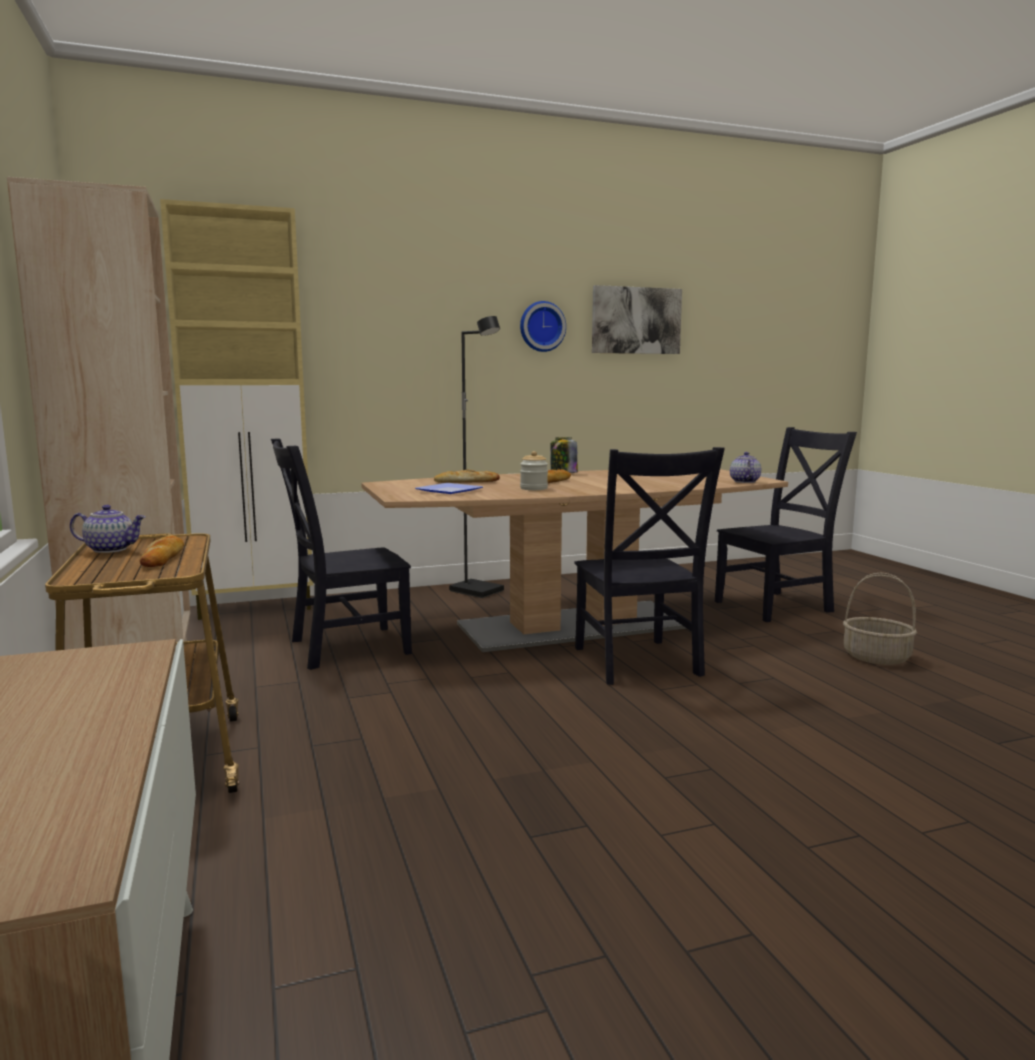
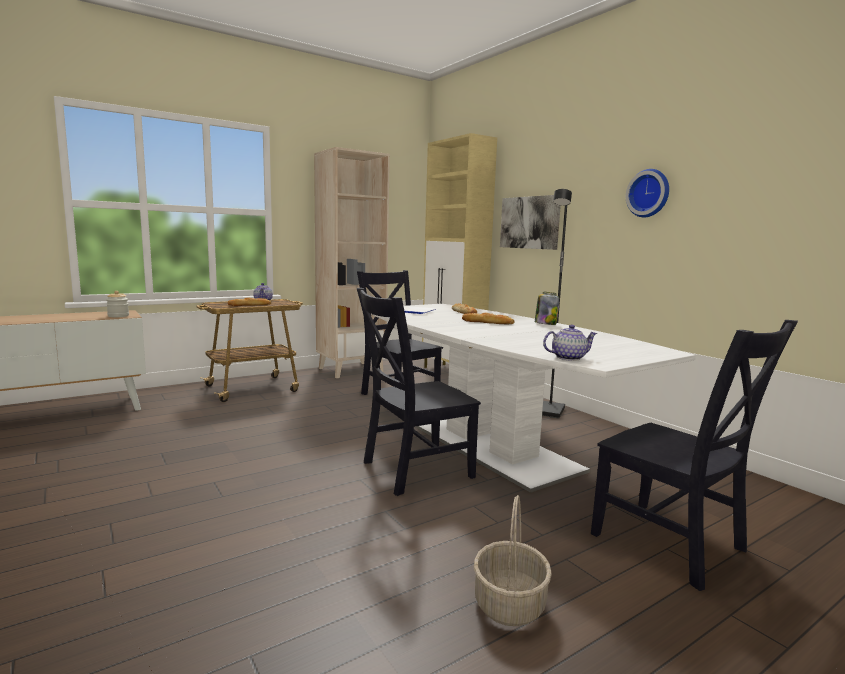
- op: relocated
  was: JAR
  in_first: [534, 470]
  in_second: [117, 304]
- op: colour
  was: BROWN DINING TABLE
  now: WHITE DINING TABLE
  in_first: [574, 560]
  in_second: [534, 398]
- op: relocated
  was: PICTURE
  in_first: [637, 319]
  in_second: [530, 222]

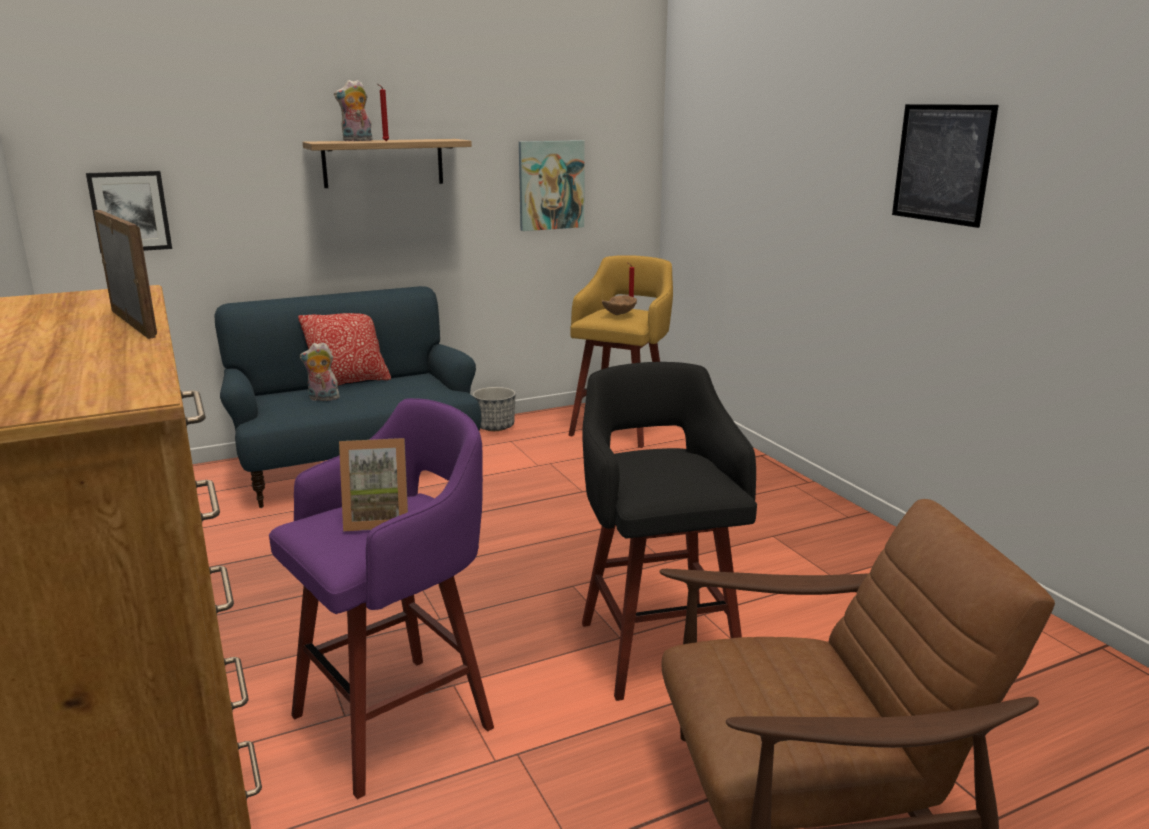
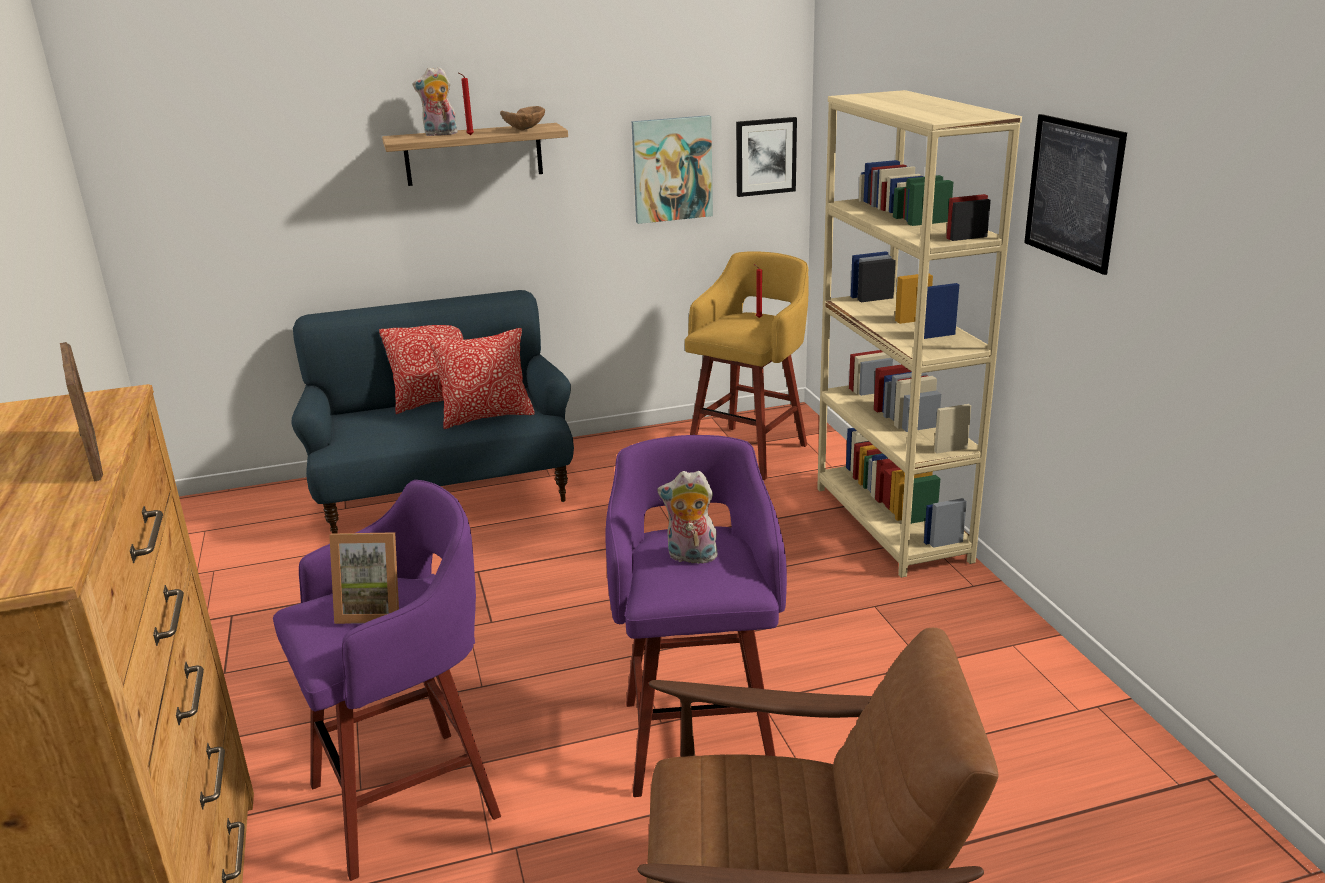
- op: appeared
  now: PILLOW
  in_second: [482, 378]
- op: relocated
  was: BROWN BOWL
  in_first: [619, 305]
  in_second: [522, 118]
- op: colour
  was: BLACK STOOL
  now: PURPLE STOOL
  in_first: [669, 531]
  in_second: [696, 616]
- op: relocated
  was: PLUSH TOY
  in_first: [320, 371]
  in_second: [687, 517]
- op: relocated
  was: PICTURE
  in_first: [129, 212]
  in_second: [766, 157]
- op: appeared
  now: BEIGE BOOKCASE
  in_second: [919, 334]
- op: missing
  was: PLANTER
  in_first: [494, 409]

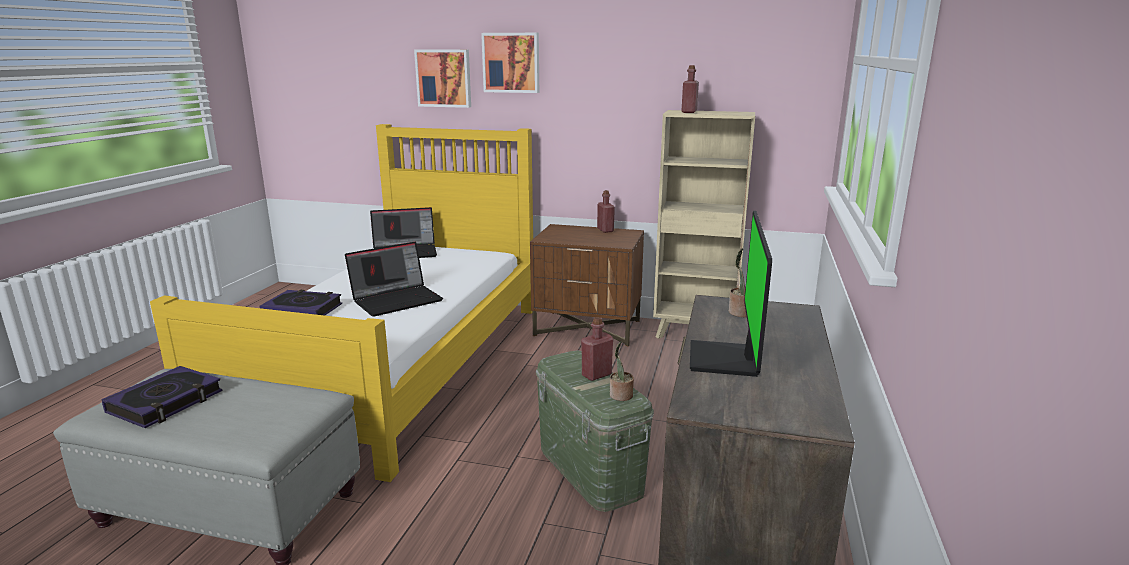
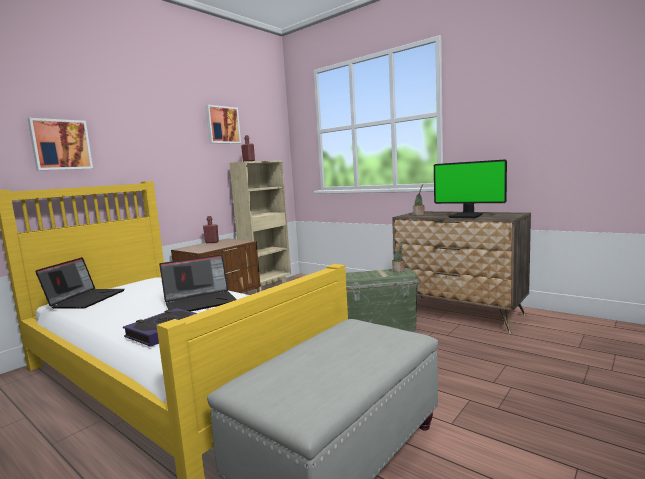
- op: spun
  was: LAPTOP
  in_first: [394, 279]
  in_second: [198, 283]
  clockwise: 75
- op: relocated
  was: PICTURE
  in_first: [510, 63]
  in_second: [223, 124]
- op: missing
  was: BOOK
  in_first: [162, 397]
- op: missing
  was: RED BOTTLE
  in_first: [597, 349]

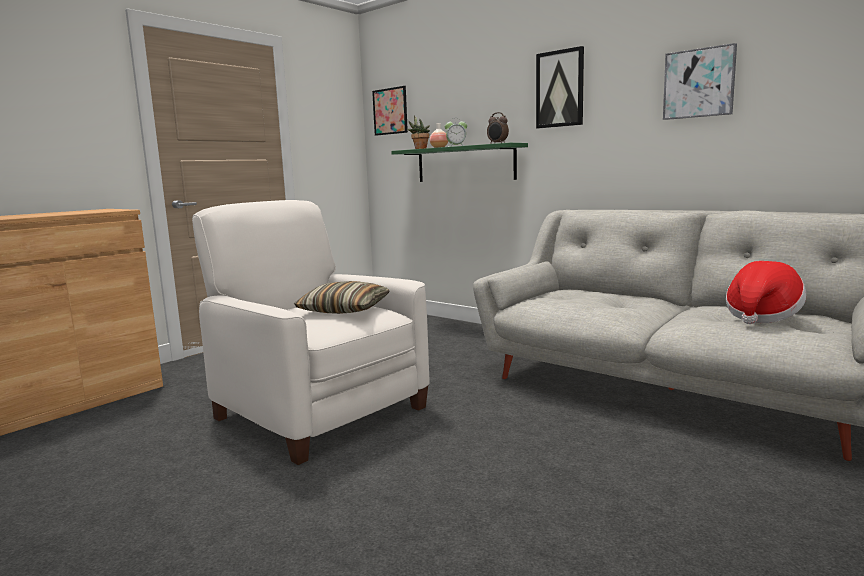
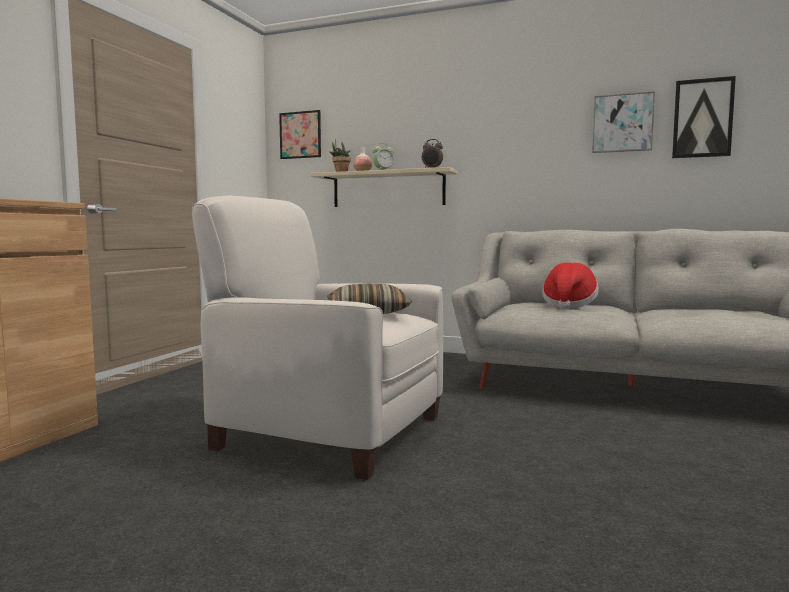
- op: colour
  was: GREEN SHELF
  now: BEIGE SHELF
  in_first: [459, 162]
  in_second: [384, 187]
- op: relocated
  was: HAT
  in_first: [766, 292]
  in_second: [570, 286]
- op: relocated
  was: PICTURE
  in_first: [560, 87]
  in_second: [704, 117]

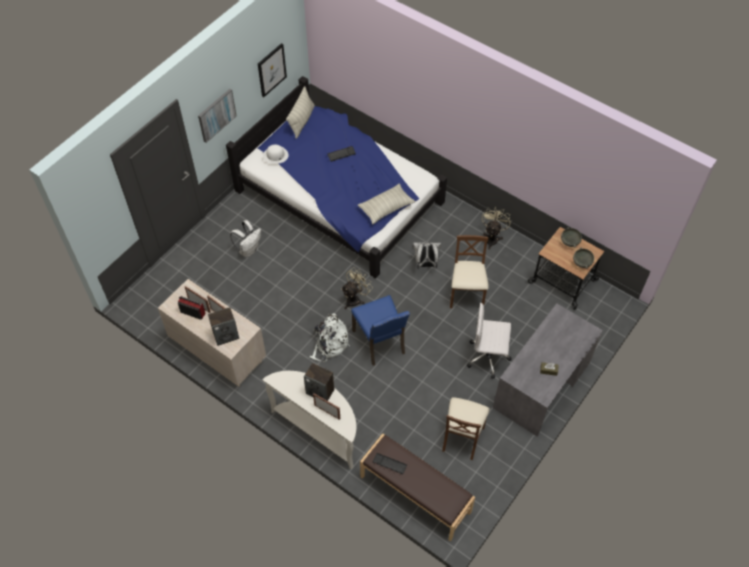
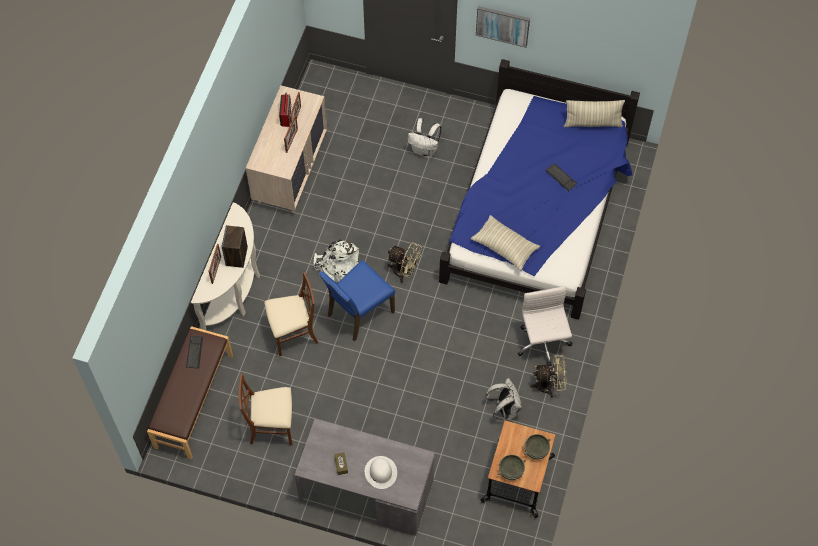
- op: relocated
  was: BROWN CHAIR
  in_first: [469, 271]
  in_second: [291, 314]
- op: relocated
  was: WHITE HAT
  in_first: [276, 154]
  in_second: [381, 472]
- op: relocated
  was: WHITE BACKPACK
  in_first: [427, 255]
  in_second: [503, 399]
- op: relocated
  was: WHITE OFFICE CHAIR
  in_first: [489, 341]
  in_second: [545, 326]
- op: missing
  was: SPEAKER
  in_first: [223, 326]
- op: missing
  was: PICTURE
  in_first: [272, 70]

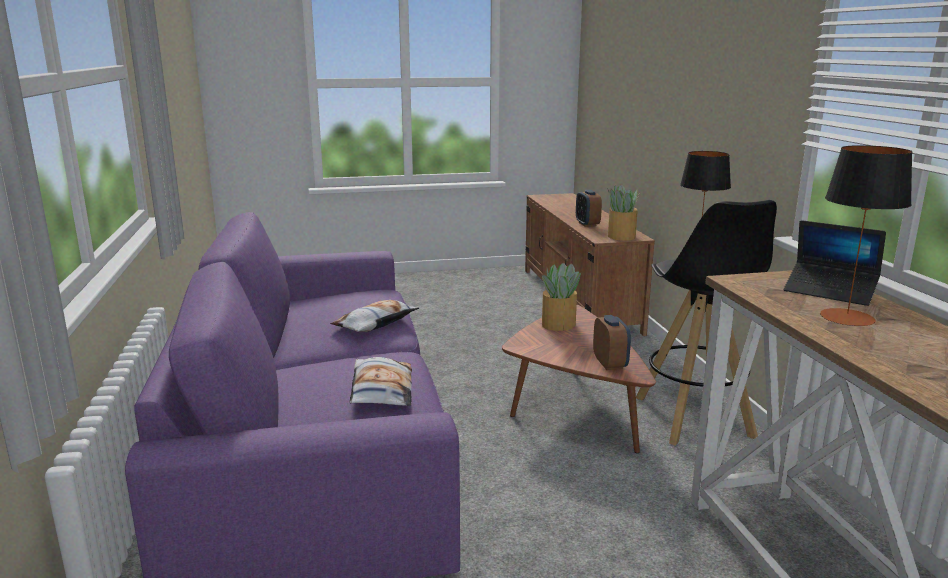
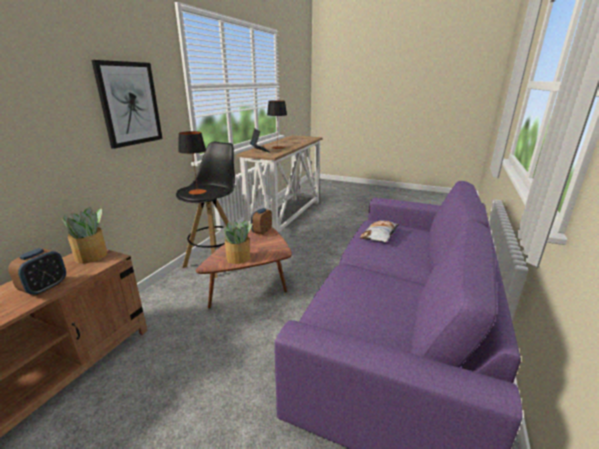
- op: appeared
  now: PICTURE
  in_second: [127, 104]
- op: missing
  was: PILLOW
  in_first: [374, 316]

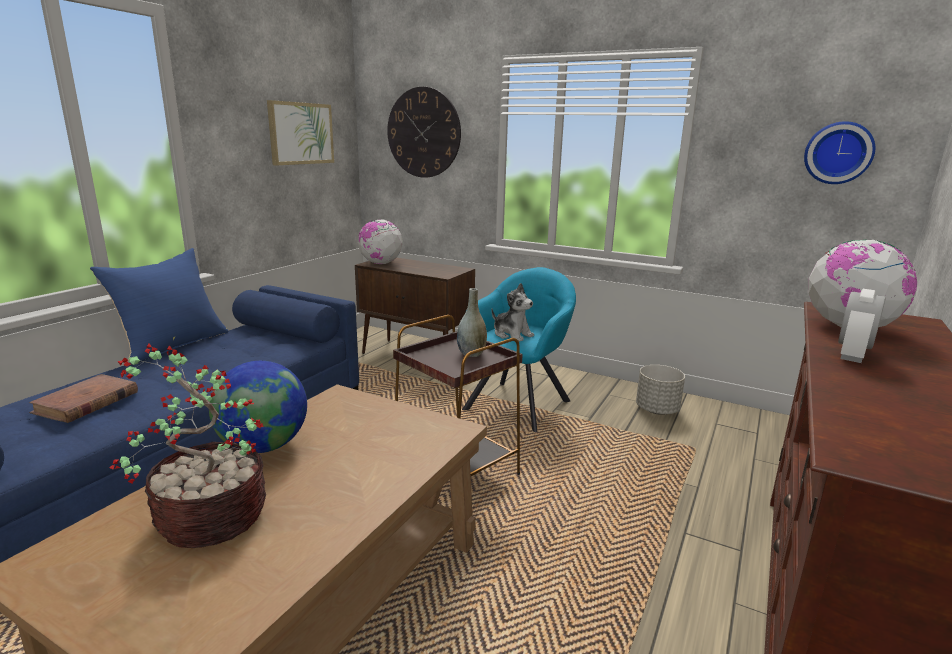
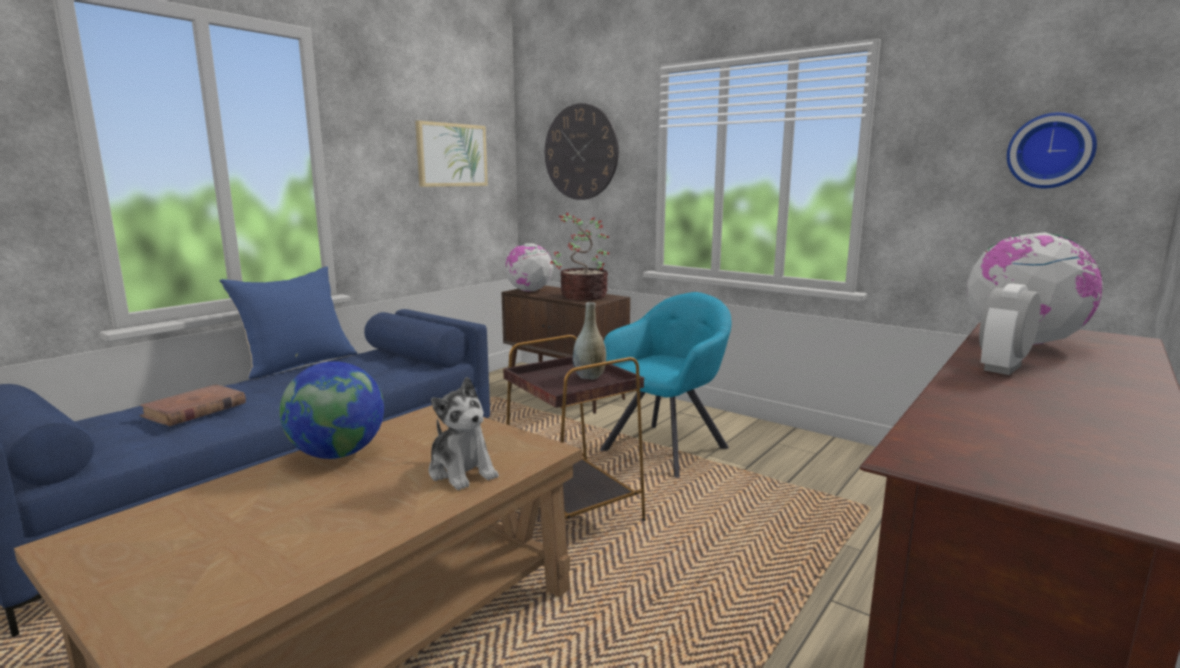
- op: relocated
  was: PLUSH TOY
  in_first: [513, 312]
  in_second: [464, 433]
- op: relocated
  was: POTTED PLANT
  in_first: [187, 446]
  in_second: [579, 256]
- op: missing
  was: GREY PLANTER
  in_first: [660, 390]

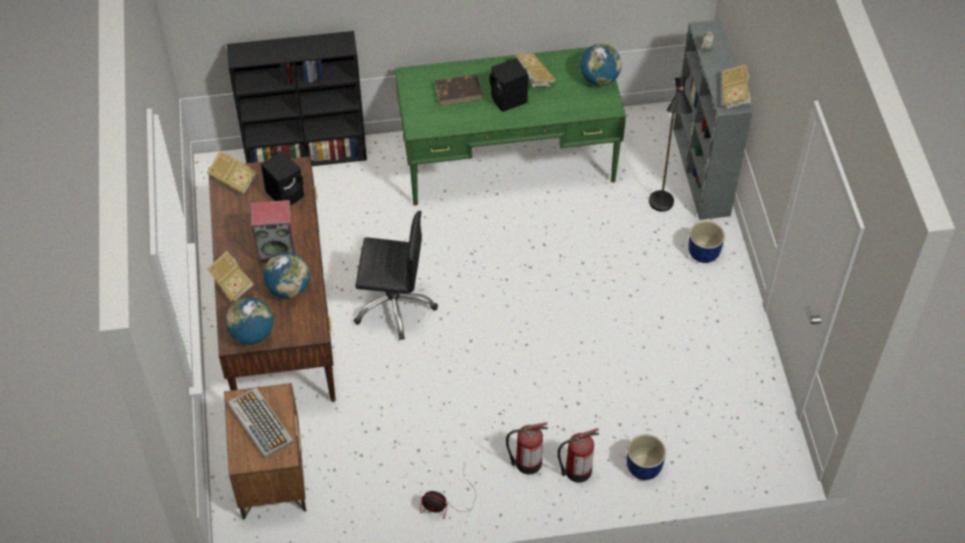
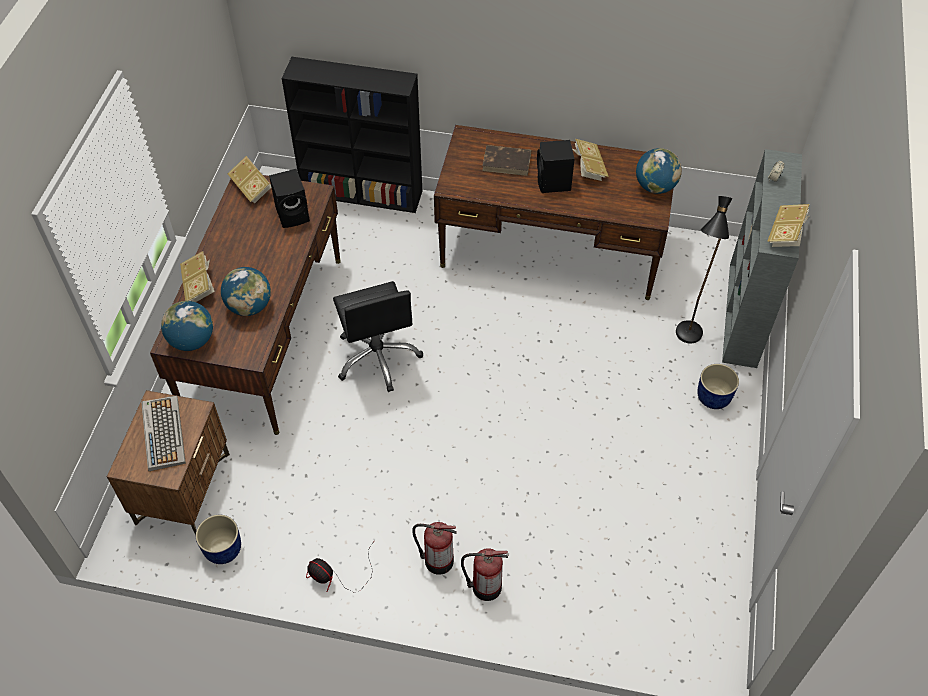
- op: relocated
  was: BLUE PLANTER
  in_first: [646, 457]
  in_second: [218, 539]
- op: spun
  was: BLACK OFFICE CHAIR
  in_first: [396, 275]
  in_second: [378, 336]
  clockwise: 45
- op: colour
  was: GREEN DESK
  now: BROWN DESK
  in_first: [510, 126]
  in_second: [556, 212]
- op: missing
  was: SPEAKER
  in_first: [273, 231]

